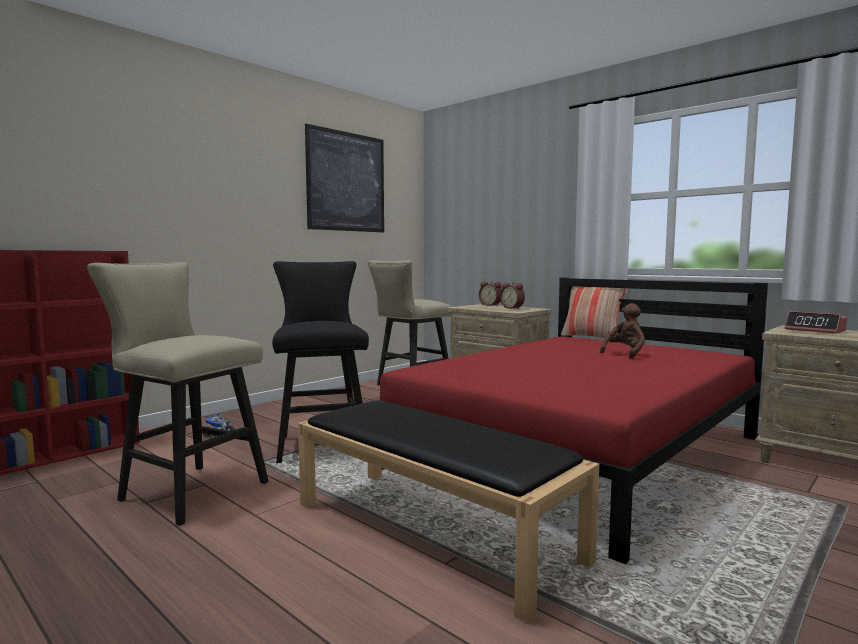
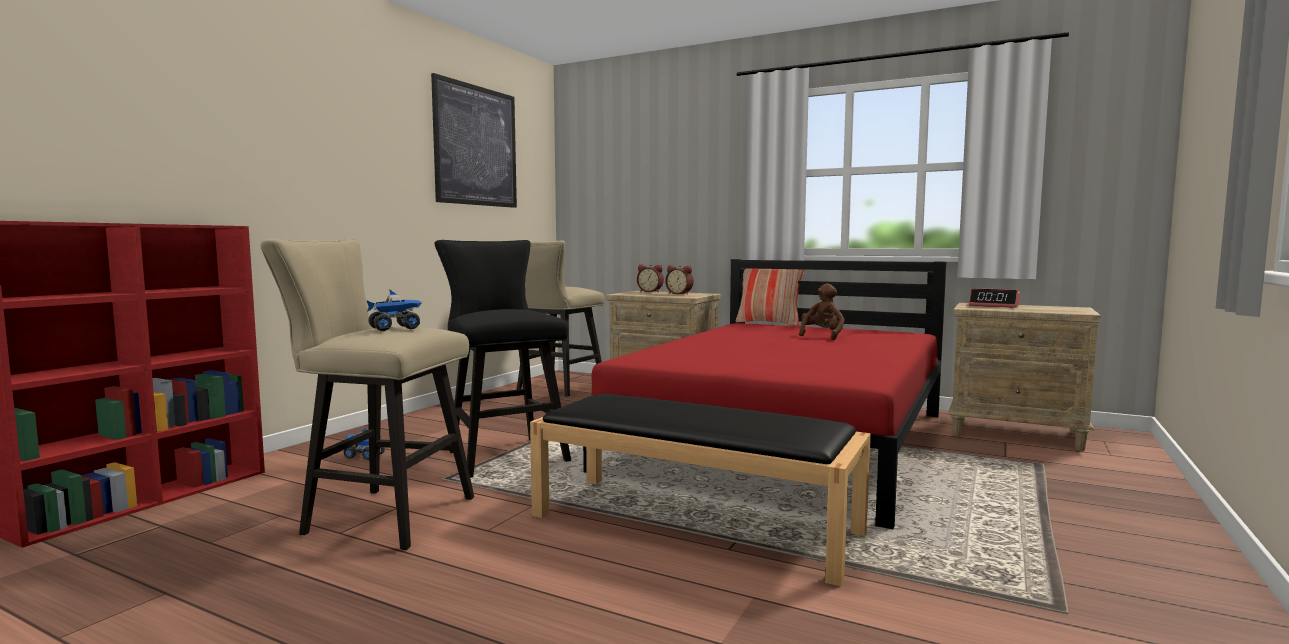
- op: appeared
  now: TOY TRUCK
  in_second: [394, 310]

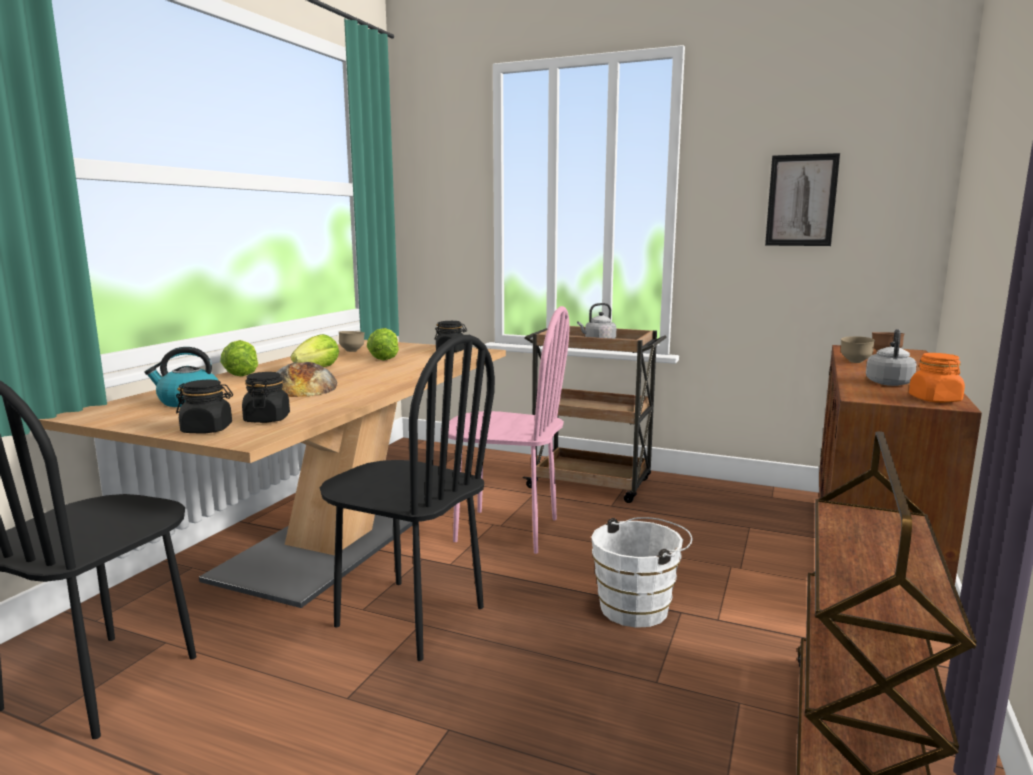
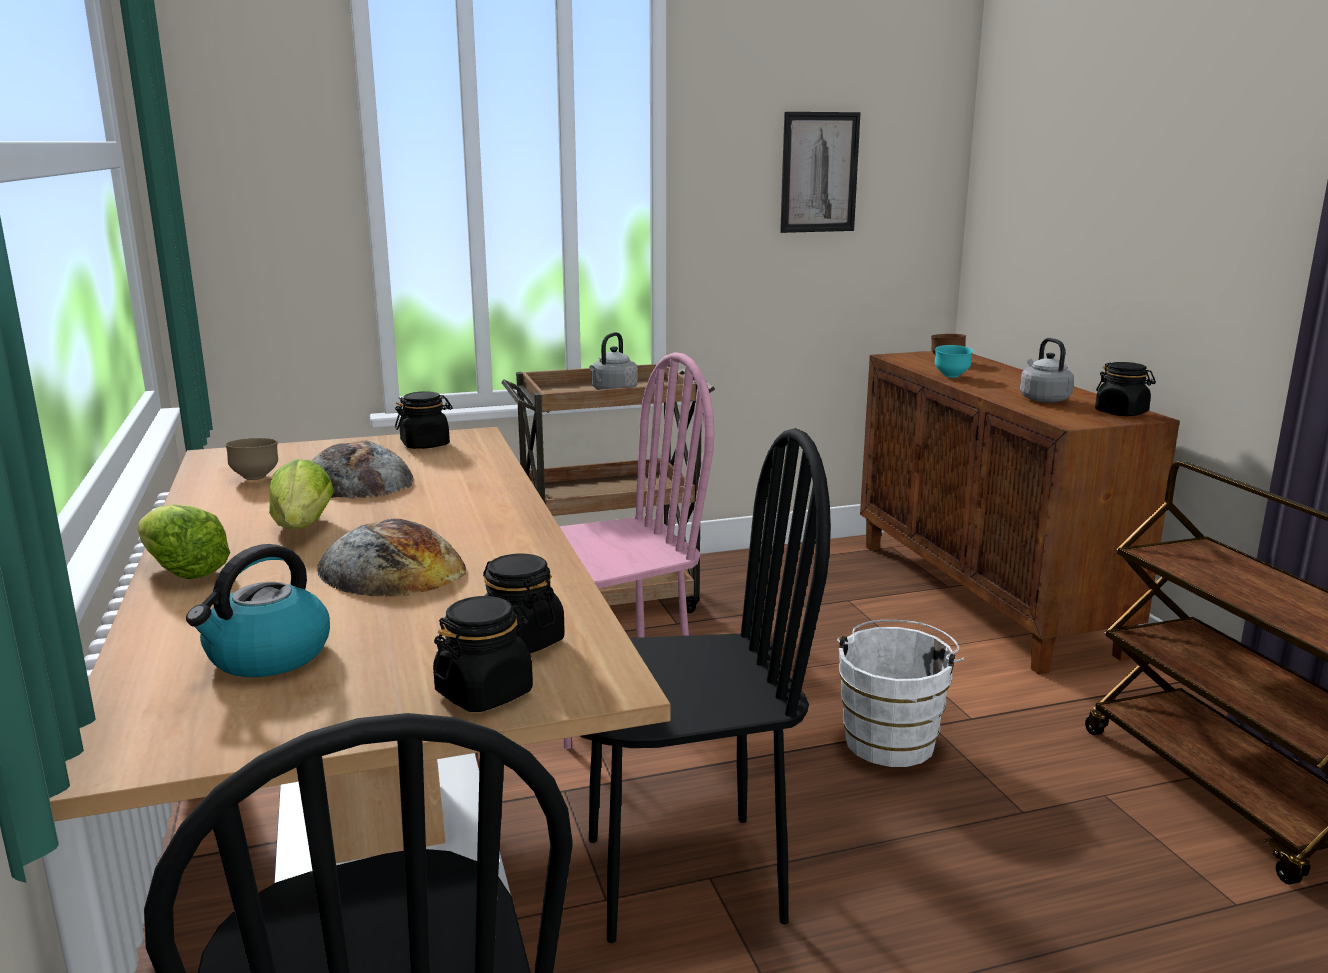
- op: exchanged
  was: LETTUCE
  now: BREAD
  in_first: [383, 344]
  in_second: [363, 470]
- op: colour
  was: BROWN BOWL
  now: TURQUOISE BOWL
  in_first: [858, 349]
  in_second: [954, 361]
- op: colour
  was: ORANGE JAR
  now: BLACK JAR
  in_first: [937, 378]
  in_second: [1125, 389]

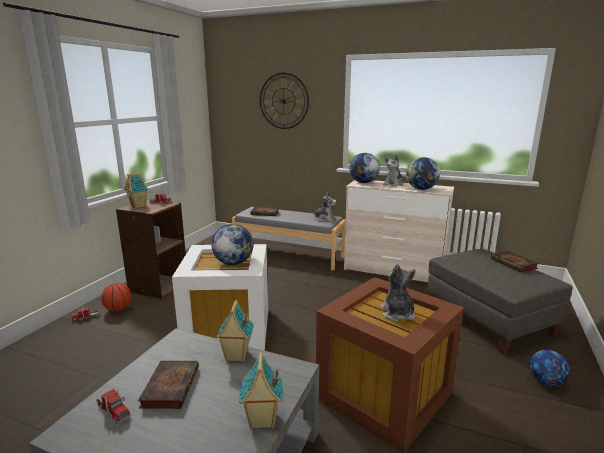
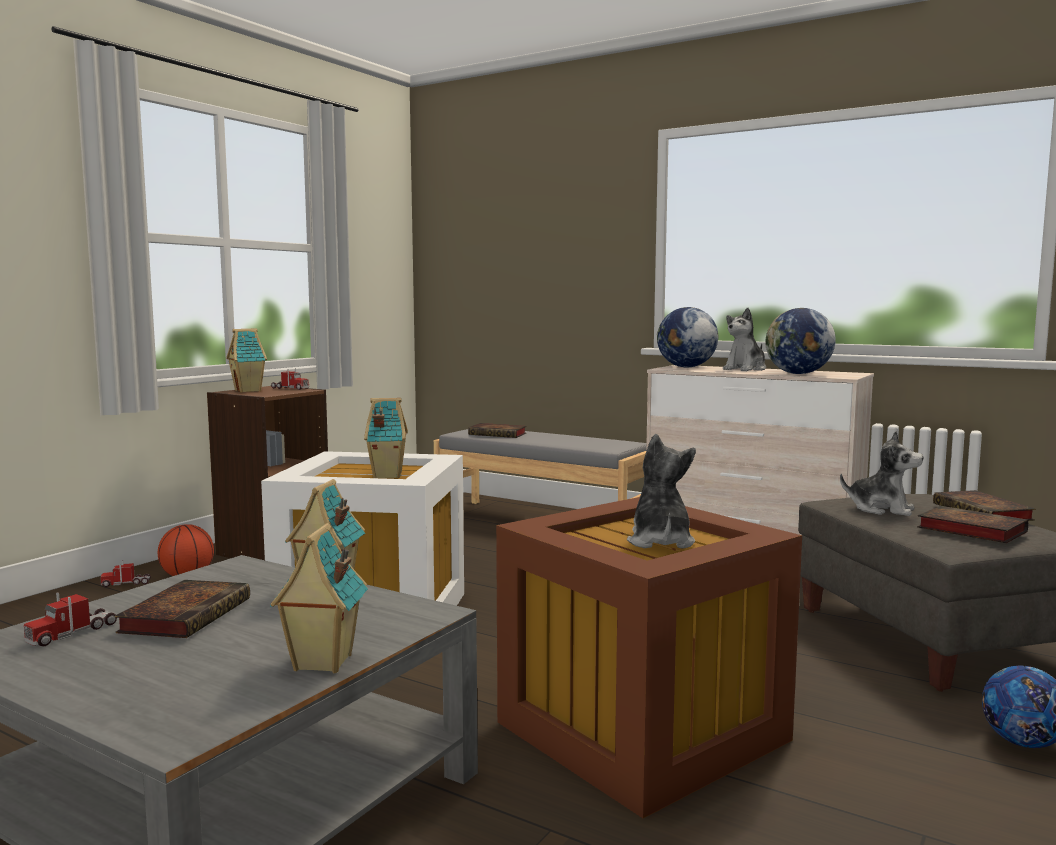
- op: spun
  was: TOY TRUCK
  in_first: [113, 406]
  in_second: [70, 619]
  clockwise: 75
- op: exchanged
  was: GLOBE
  now: TOY HOUSE
  in_first: [232, 244]
  in_second: [386, 438]
- op: relocated
  was: PLUSH TOY
  in_first: [324, 207]
  in_second: [881, 473]
- op: appeared
  now: BOOK
  in_second: [972, 524]
- op: missing
  was: WALL CLOCK
  in_first: [284, 100]

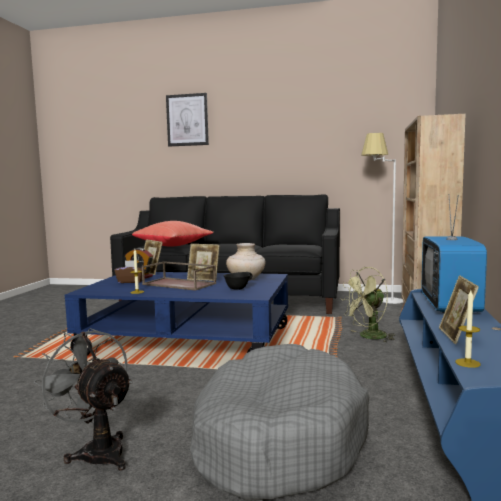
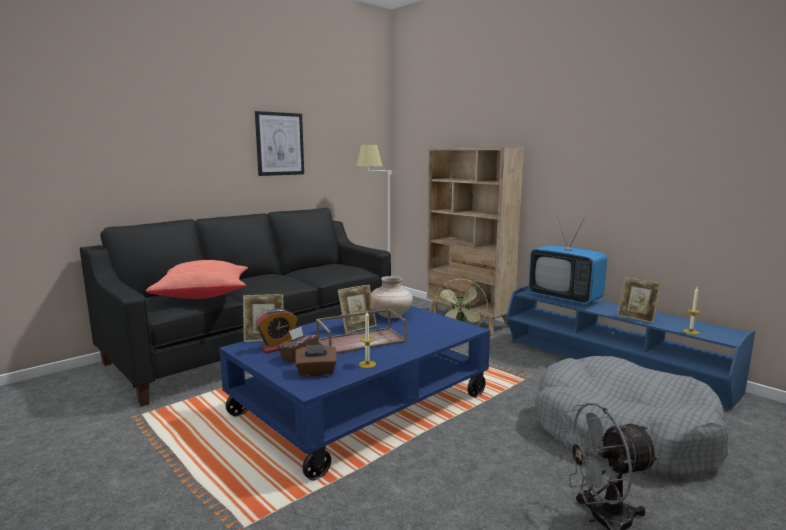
- op: relocated
  was: PICTURE
  in_first: [187, 120]
  in_second: [279, 143]
- op: appeared
  now: BROWN TISSUE BOX
  in_second: [315, 361]
- op: missing
  was: BLACK BOWL
  in_first: [238, 281]

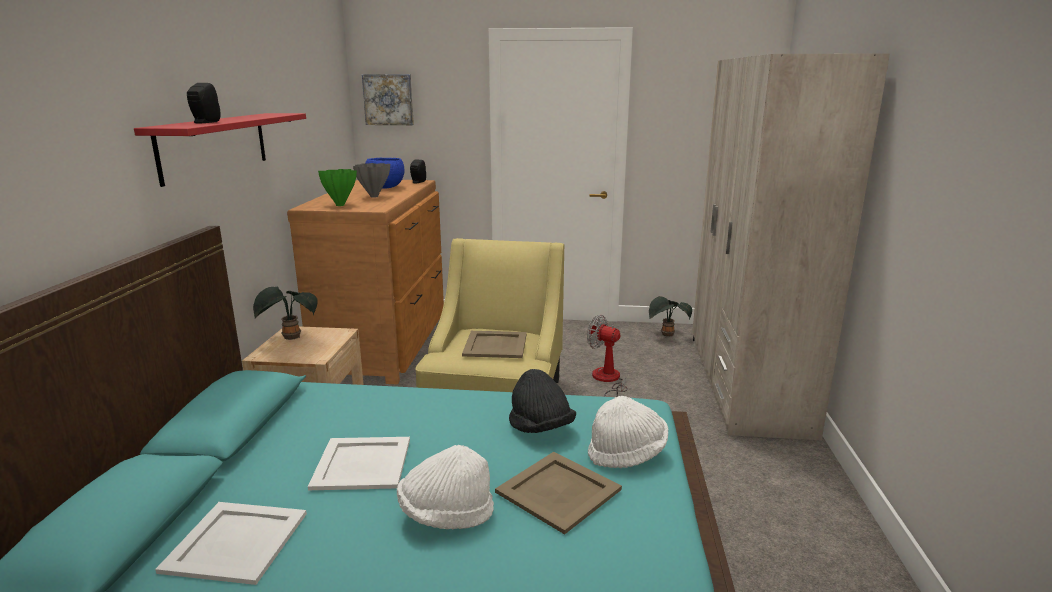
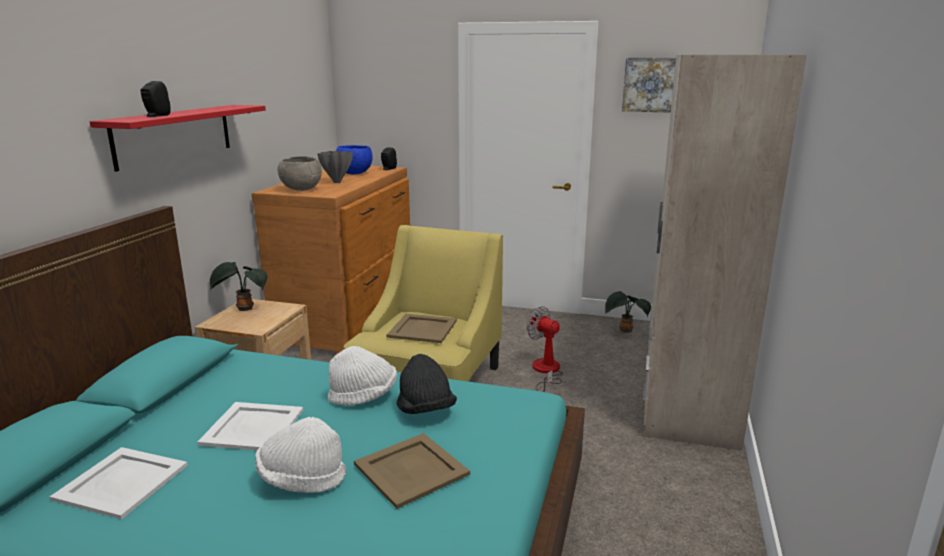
- op: exchanged
  was: GREEN VASE
  now: GREY BOWL
  in_first: [337, 187]
  in_second: [300, 173]
- op: relocated
  was: WHITE HAT
  in_first: [628, 432]
  in_second: [362, 376]
- op: relocated
  was: PICTURE
  in_first: [388, 99]
  in_second: [649, 85]

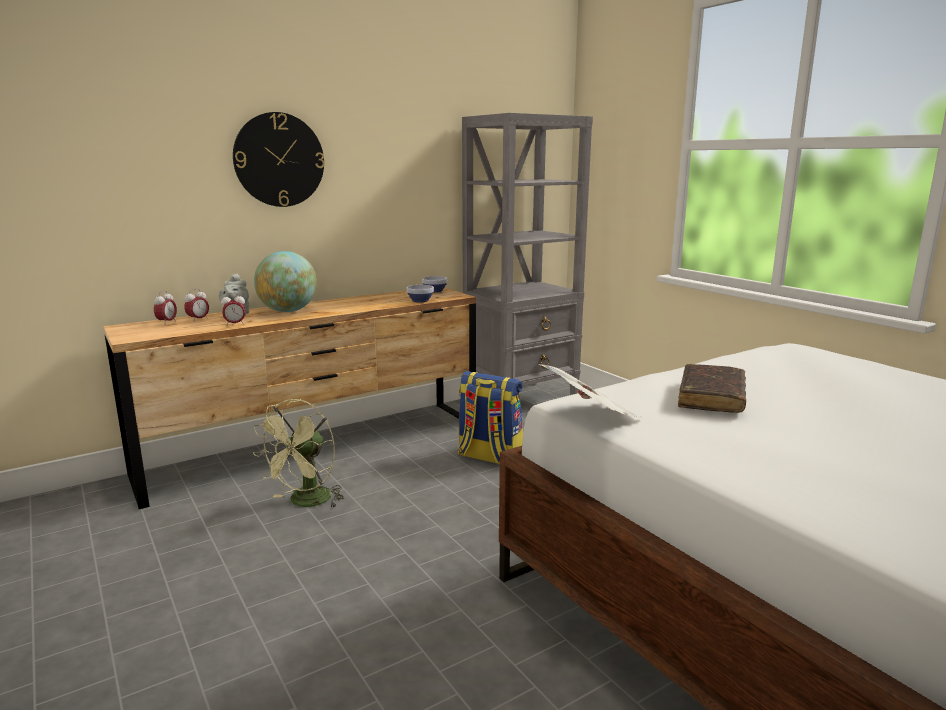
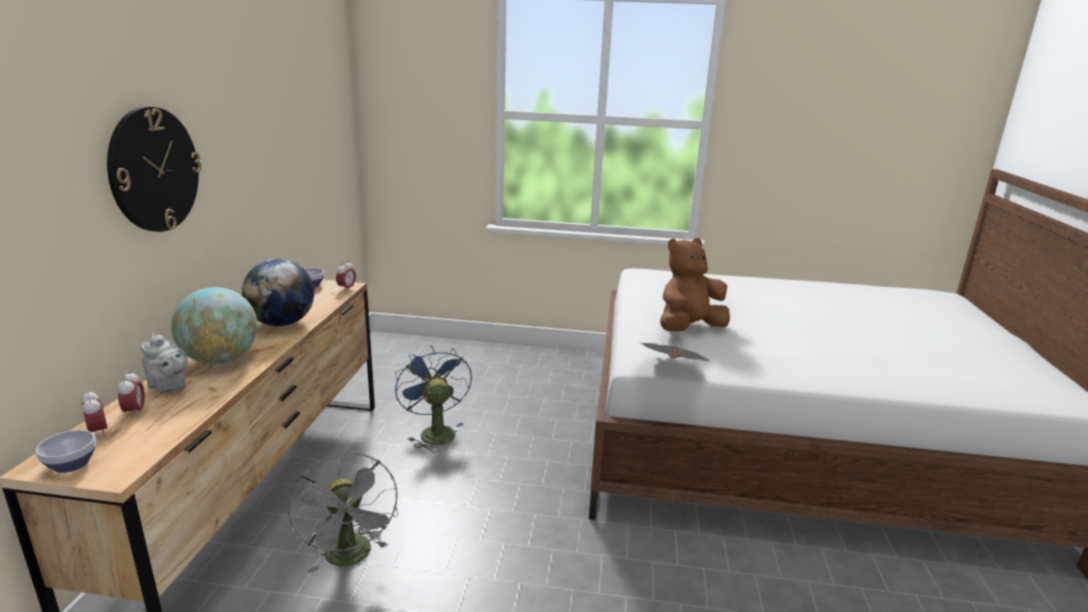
- op: relocated
  was: BOWL
  in_first: [420, 294]
  in_second: [66, 451]
- op: appeared
  now: GLOBE
  in_second: [278, 292]
- op: colour
  was: GREEN FAN
  now: GREY FAN
  in_first: [298, 453]
  in_second: [343, 513]
- op: relocated
  was: ALARM CLOCK
  in_first: [233, 309]
  in_second: [346, 274]
- op: exchanged
  was: BACKPACK
  now: BLUE FAN
  in_first: [490, 417]
  in_second: [433, 399]
- op: exchanged
  was: BROWN BOOK
  now: BROWN PLUSH TOY
  in_first: [712, 388]
  in_second: [695, 284]
- op: missing
  was: GREY BOOKCASE
  in_first: [527, 254]

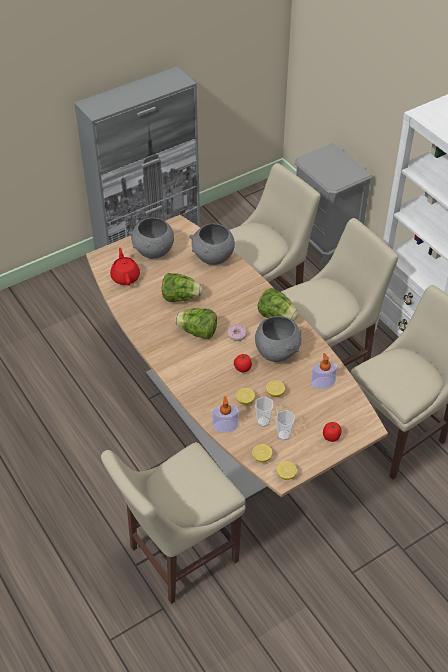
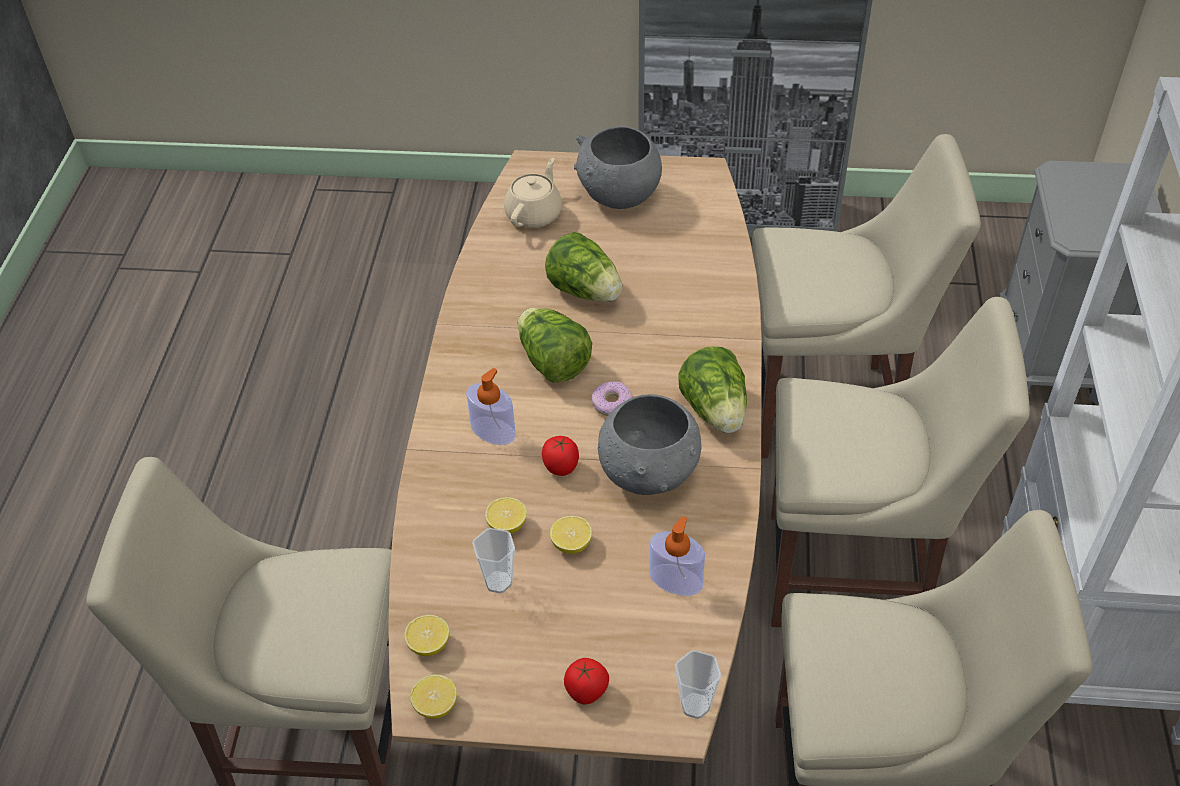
- op: relocated
  was: SOAP DISPENSER
  in_first: [225, 414]
  in_second: [491, 406]
- op: colour
  was: RED TEAPOT
  now: BEIGE TEAPOT
  in_first: [125, 267]
  in_second: [533, 193]
- op: relocated
  was: CUP
  in_first: [285, 425]
  in_second: [698, 684]
- op: missing
  was: GREY BOWL
  in_first: [212, 244]

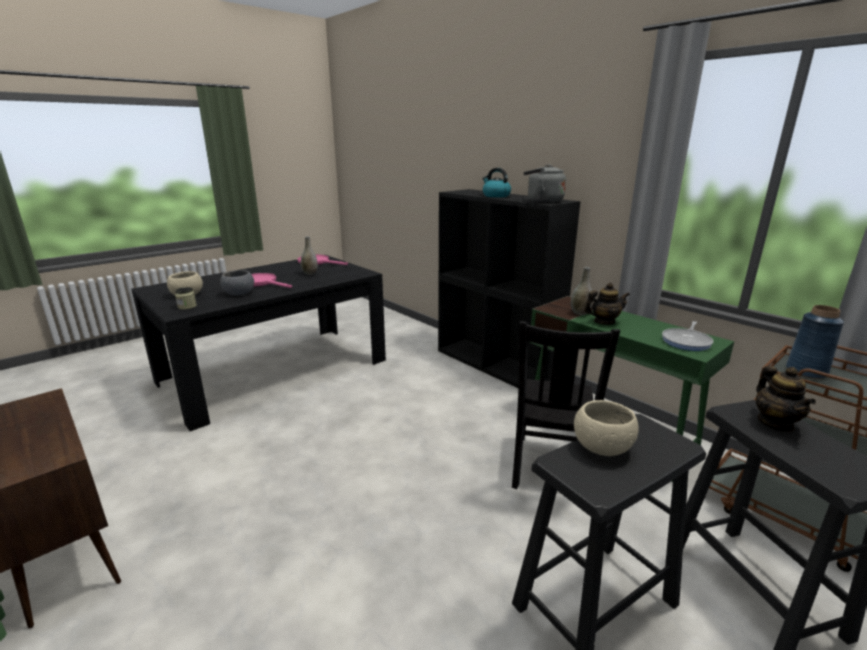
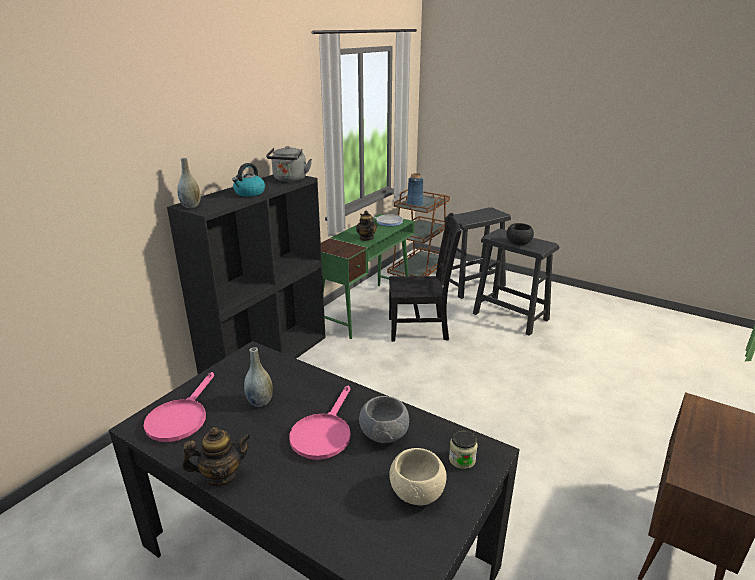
- op: relocated
  was: GREY VASE
  in_first: [582, 291]
  in_second: [189, 183]
- op: relocated
  was: TEAPOT
  in_first: [786, 399]
  in_second: [216, 457]
- op: colour
  was: BEIGE BOWL
  now: BLACK BOWL
  in_first: [606, 428]
  in_second: [520, 234]

